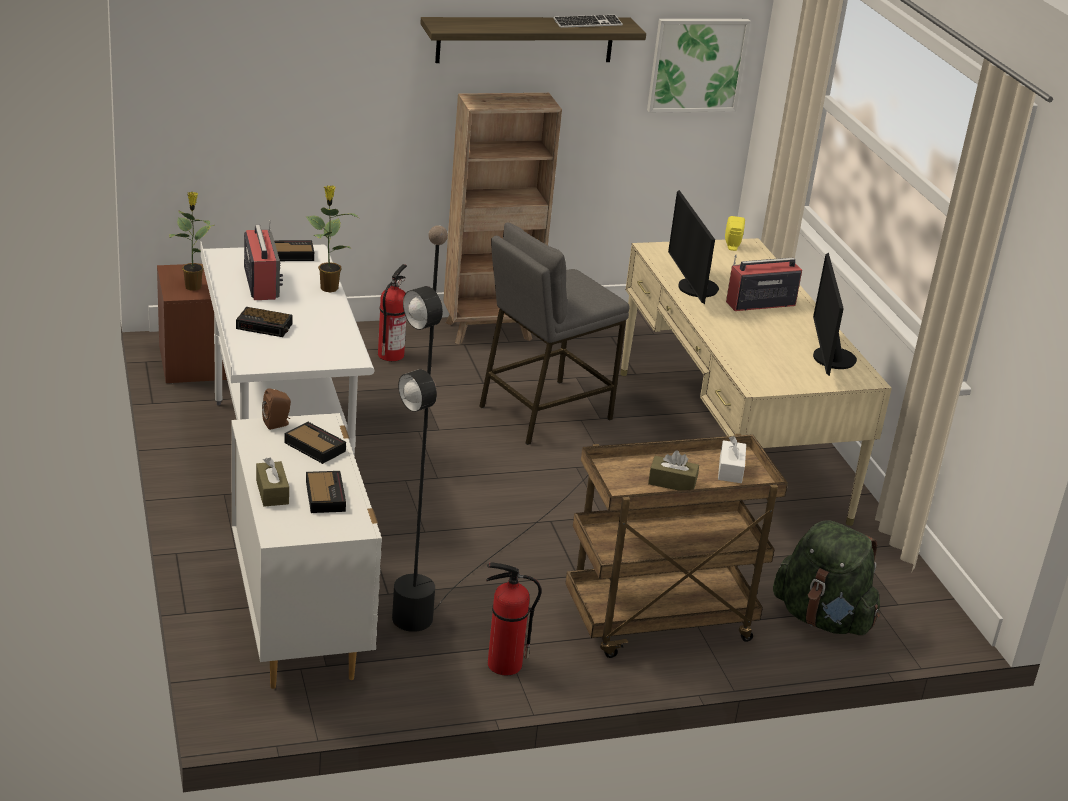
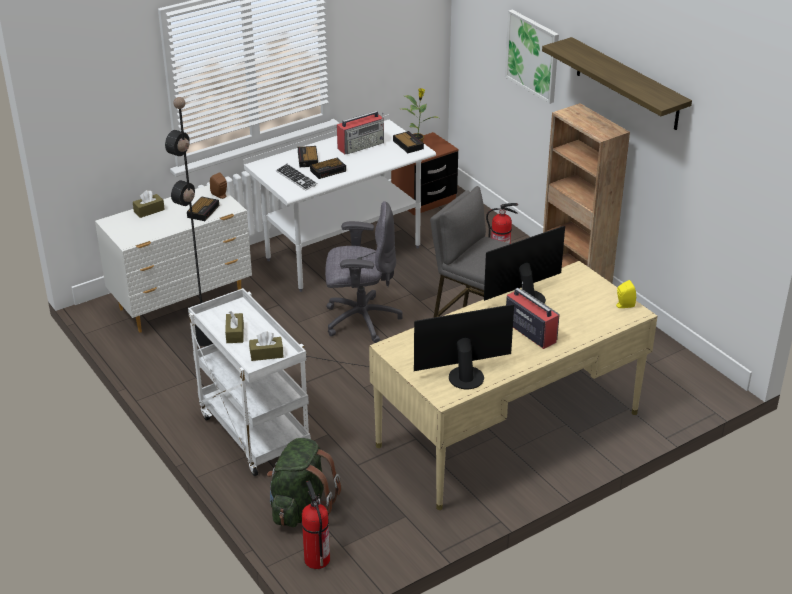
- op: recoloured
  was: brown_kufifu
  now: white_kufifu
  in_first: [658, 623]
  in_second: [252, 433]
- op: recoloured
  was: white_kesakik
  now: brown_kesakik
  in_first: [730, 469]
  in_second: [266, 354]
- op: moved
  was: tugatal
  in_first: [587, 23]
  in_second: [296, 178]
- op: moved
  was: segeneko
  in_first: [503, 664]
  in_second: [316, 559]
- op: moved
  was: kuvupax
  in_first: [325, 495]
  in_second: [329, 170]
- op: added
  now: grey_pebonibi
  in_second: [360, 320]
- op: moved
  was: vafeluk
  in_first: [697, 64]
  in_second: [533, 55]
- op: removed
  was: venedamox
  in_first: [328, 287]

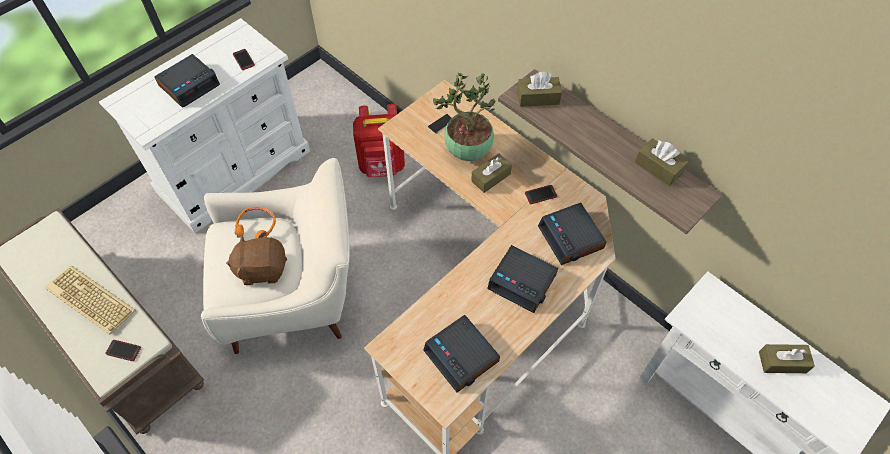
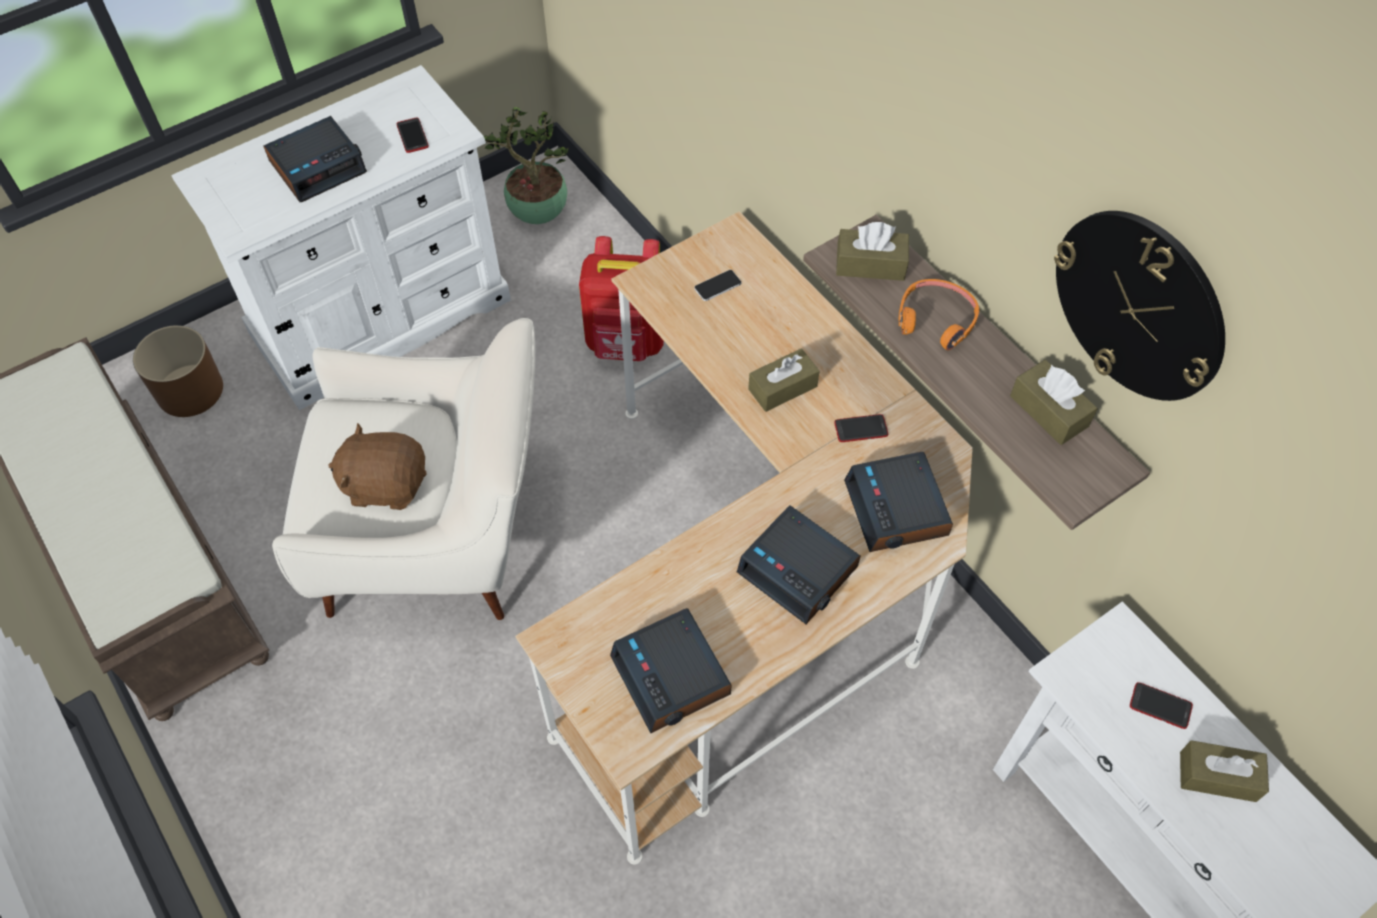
- op: added
  now: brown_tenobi
  in_second: [190, 390]
- op: moved
  was: venedamox
  in_first: [467, 152]
  in_second: [536, 214]
- op: moved
  was: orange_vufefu
  in_first: [256, 227]
  in_second: [936, 320]
- op: added
  now: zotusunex
  in_second: [1139, 305]
- op: moved
  was: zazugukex
  in_first: [123, 350]
  in_second: [1160, 706]
- op: removed
  was: tugatal
  in_first: [89, 300]

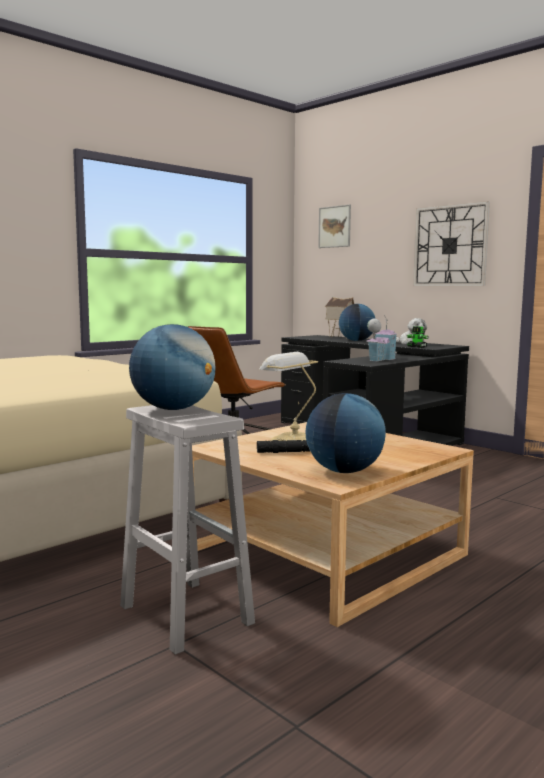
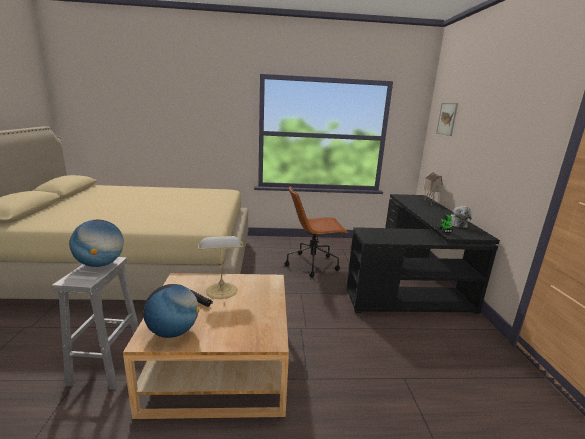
- op: removed
  was: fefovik
  in_first: [356, 341]
- op: removed
  was: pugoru
  in_first: [380, 359]
- op: removed
  was: zotusunex
  in_first: [450, 246]

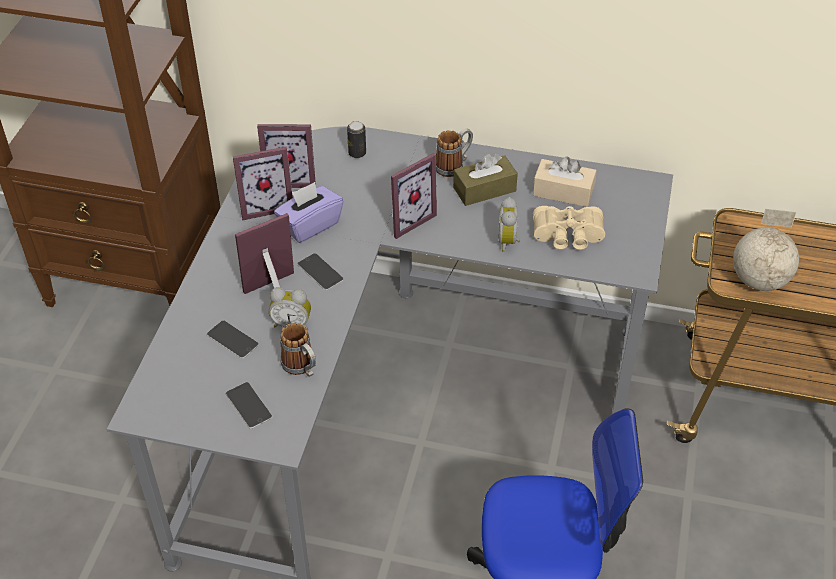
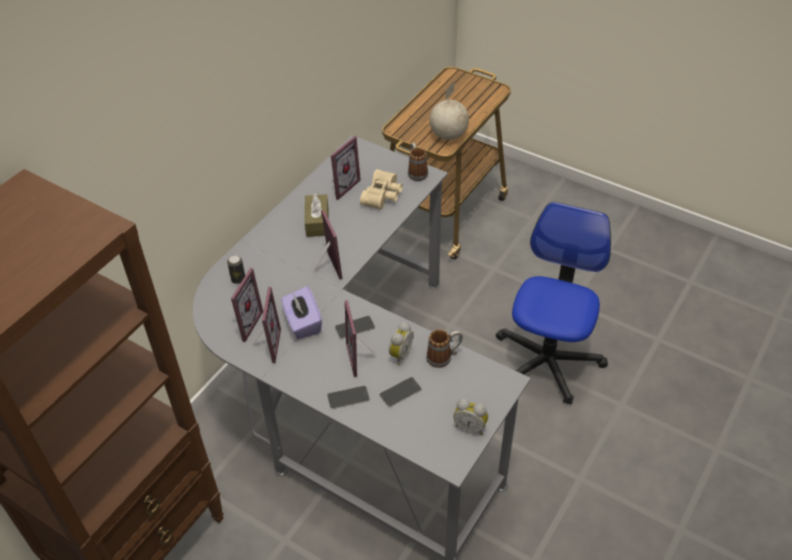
- op: moved
  was: zazugukex
  in_first: [248, 405]
  in_second: [348, 397]
- op: replaced
  was: beige_kesakik
  now: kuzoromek
  in_first: [563, 192]
  in_second: [341, 186]
- op: moved
  was: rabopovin
  in_first: [454, 166]
  in_second: [416, 172]
- op: moved
  was: kuvupax
  in_first: [509, 241]
  in_second: [470, 426]

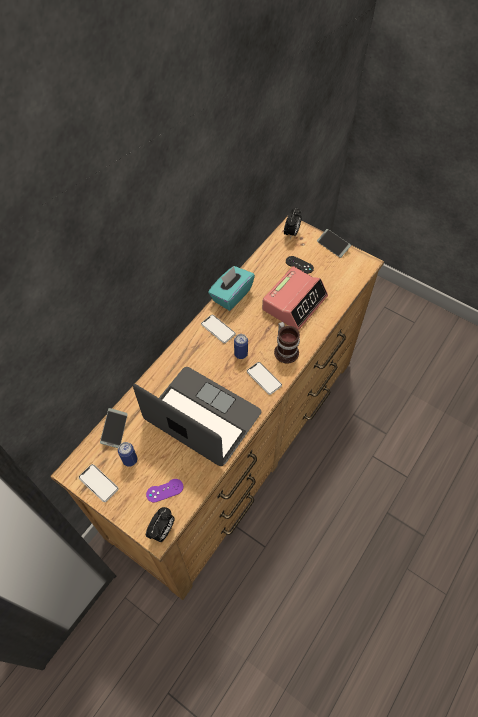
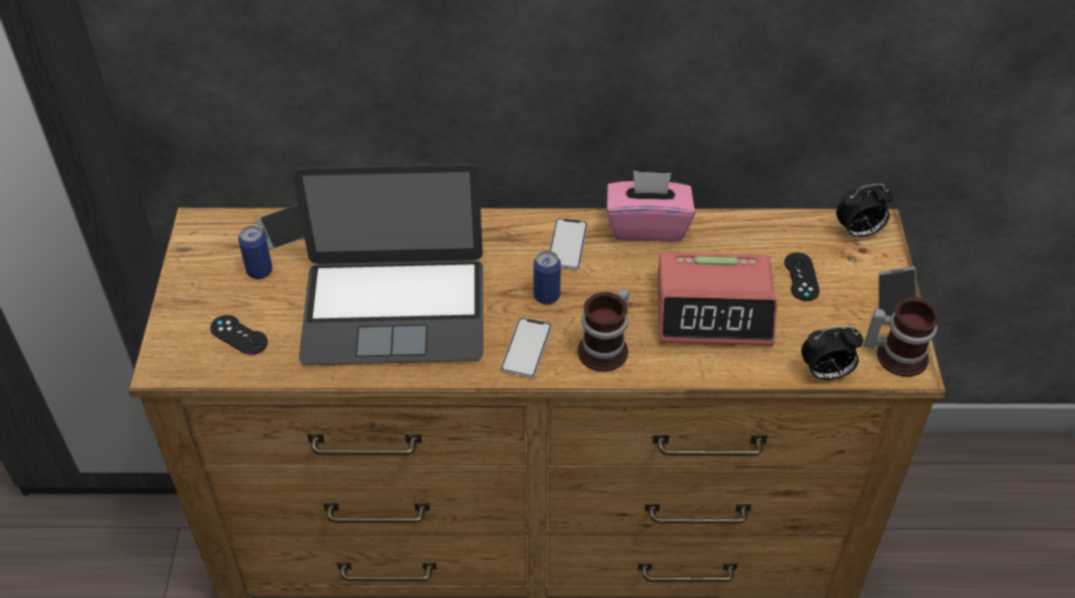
- op: recoloured
  was: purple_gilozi
  now: black_gilozi
  in_first: [164, 490]
  in_second: [239, 335]
- op: turned
  was: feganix
  in_first: [202, 416]
  in_second: [394, 310]
  clockwise: 90
- op: recoloured
  was: turquoise_kesakik
  now: pink_kesakik
  in_first: [231, 295]
  in_second: [647, 226]
- op: moved
  was: kuvupax
  in_first: [162, 530]
  in_second: [825, 373]
- op: added
  now: rabopovin
  in_second: [896, 354]
- op: removed
  was: zazugukex
  in_first: [98, 483]

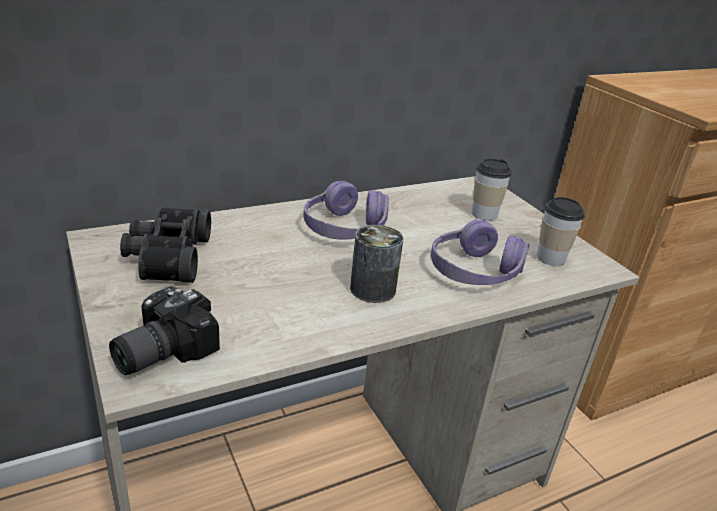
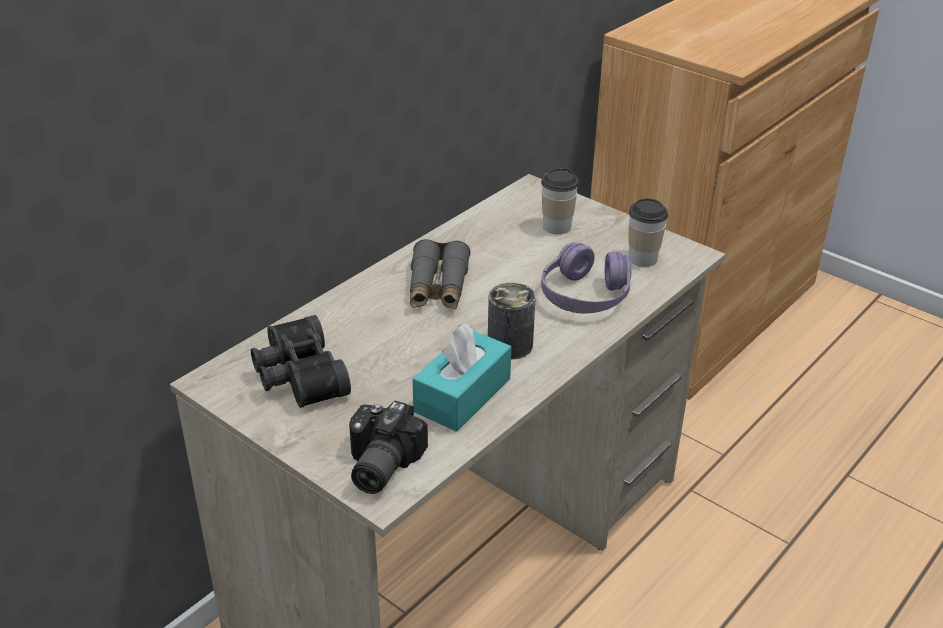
- op: replaced
  was: purple_vufefu
  now: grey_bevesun
  in_first: [344, 228]
  in_second: [438, 287]
- op: added
  now: turquoise_kesakik
  in_second: [462, 395]

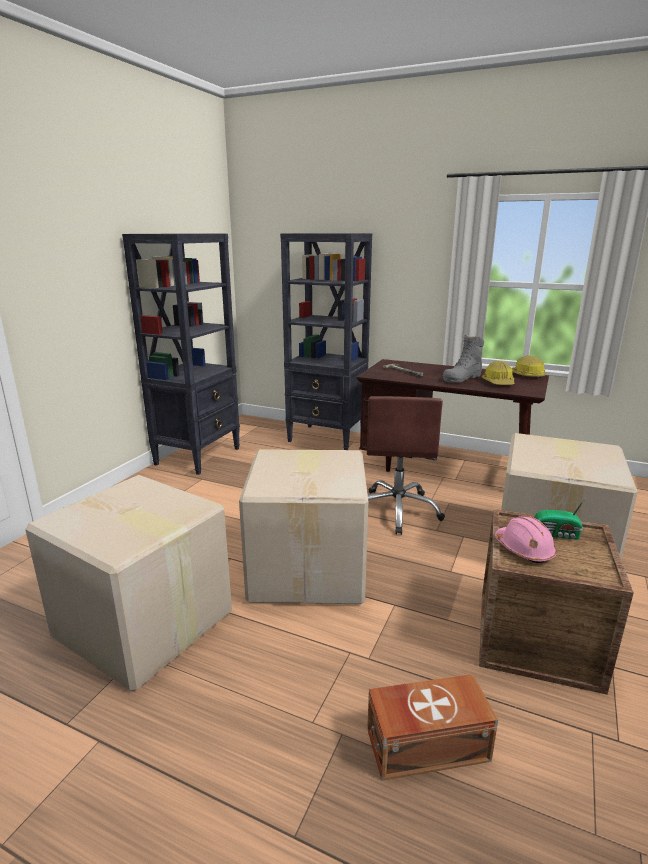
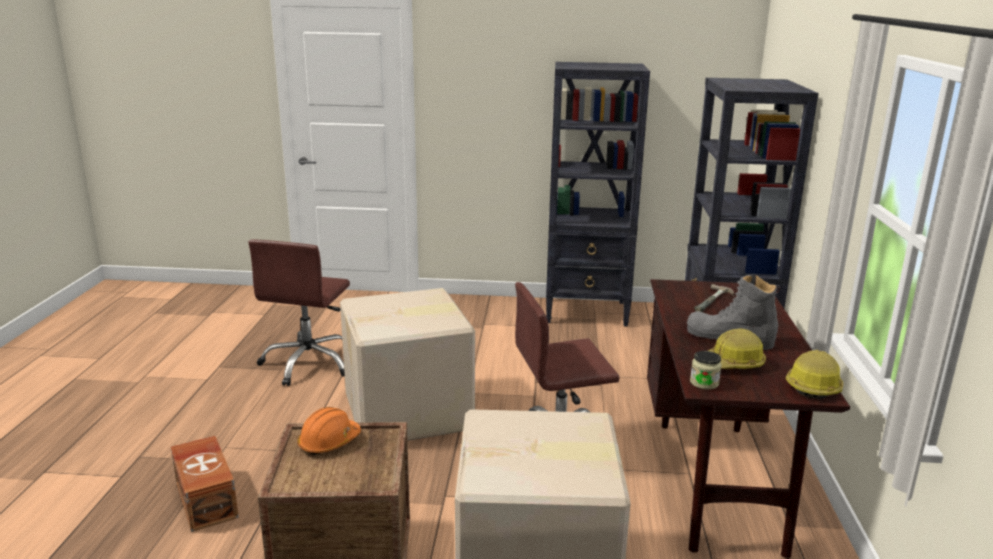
- op: replaced
  was: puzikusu
  now: brown_pebonibi
  in_first: [144, 626]
  in_second: [309, 363]
- op: recoloured
  was: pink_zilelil
  now: orange_zilelil
  in_first: [524, 549]
  in_second: [329, 442]
- op: added
  now: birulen
  in_second: [704, 383]
- op: removed
  was: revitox
  in_first: [557, 534]

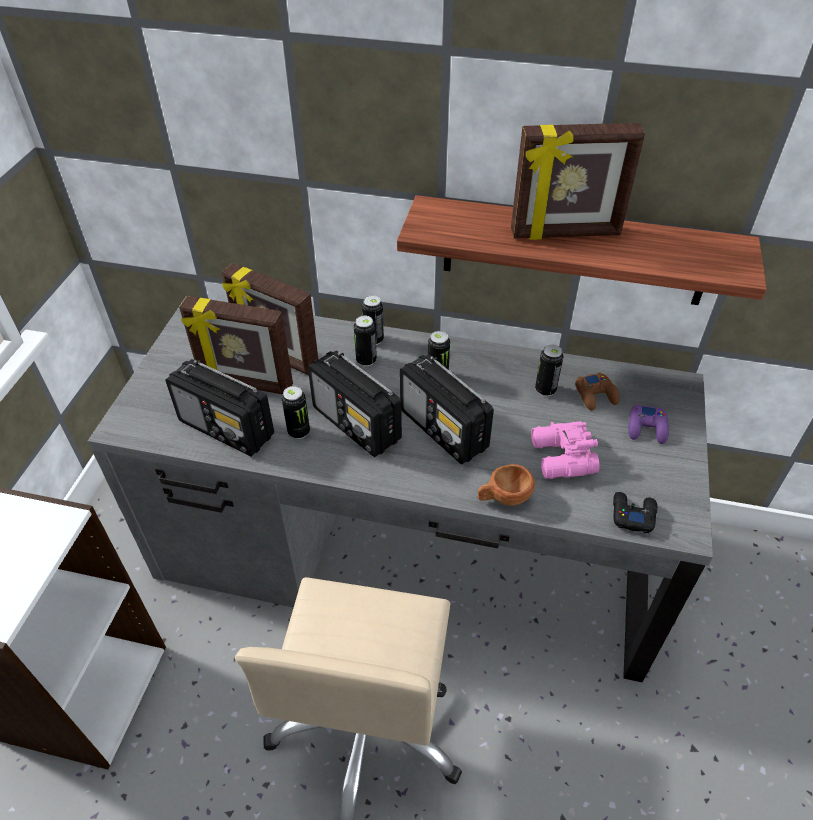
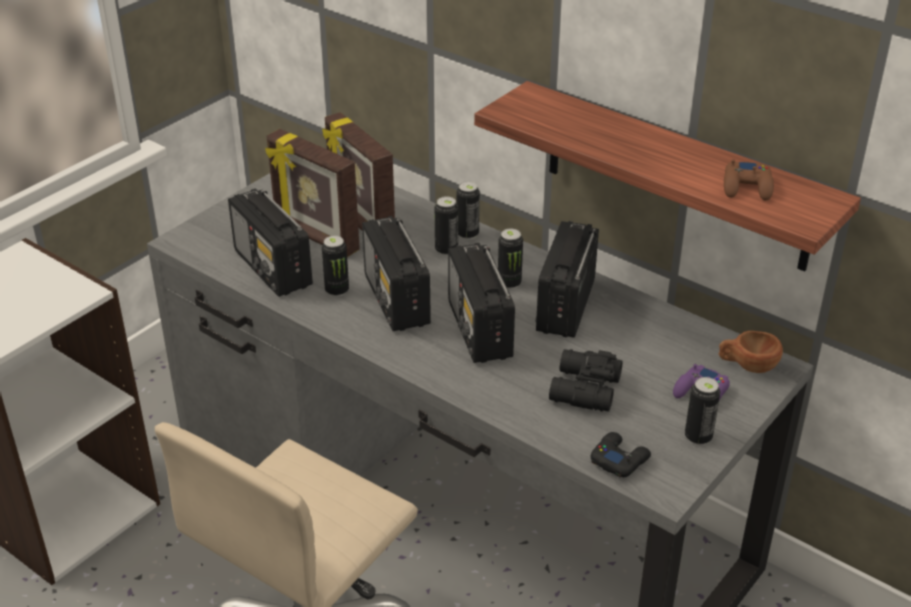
- op: added
  now: revitox
  in_second: [565, 306]
- op: recoloured
  was: pink_bevesun
  now: black_bevesun
  in_first: [561, 458]
  in_second: [583, 390]
- op: moved
  was: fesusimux
  in_first: [545, 390]
  in_second: [698, 437]
- op: moved
  was: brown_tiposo
  in_first: [503, 498]
  in_second: [747, 366]
- op: moved
  was: brown_gilozi
  in_first: [596, 395]
  in_second: [747, 187]
- op: removed
  was: kuzoromek
  in_first: [565, 234]

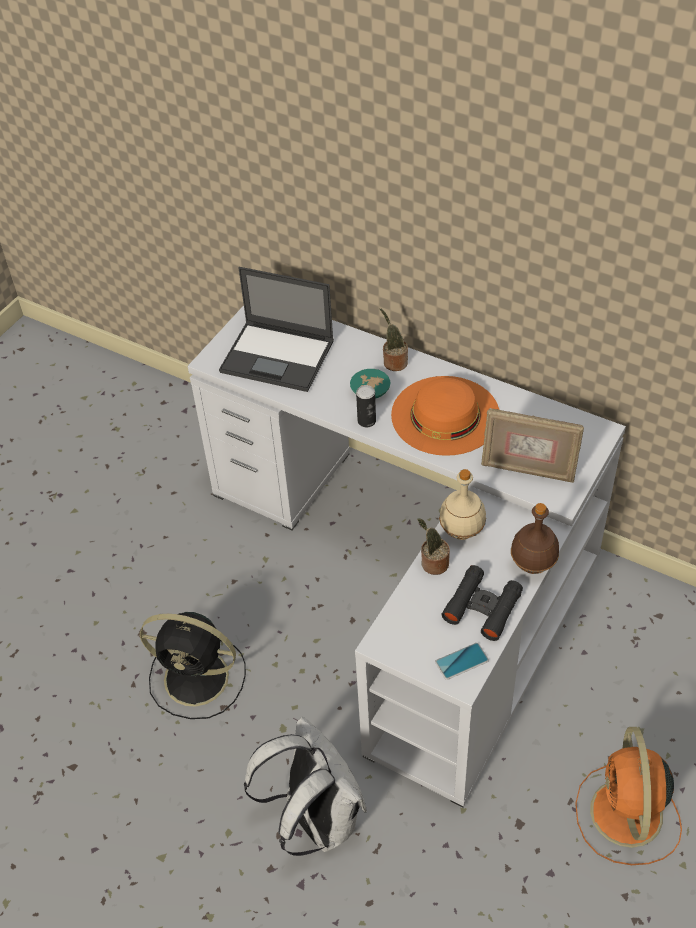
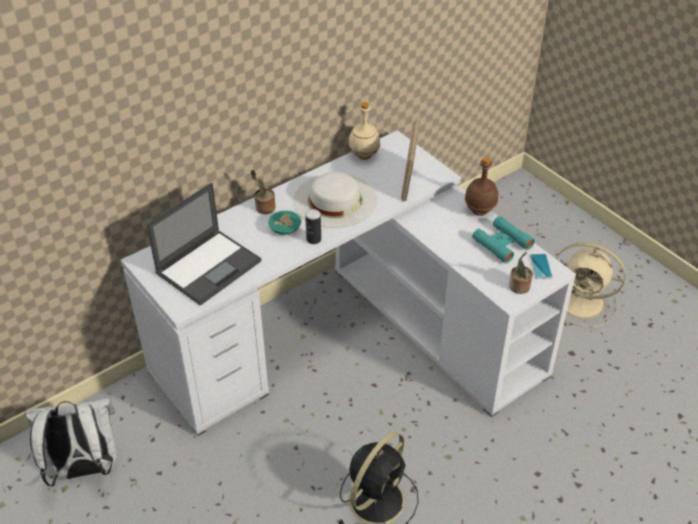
- op: moved
  was: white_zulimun
  in_first: [315, 819]
  in_second: [84, 469]
- op: recoloured
  was: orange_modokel
  now: white_modokel
  in_first: [445, 415]
  in_second: [335, 200]
- op: moved
  was: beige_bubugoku
  in_first: [461, 532]
  in_second: [364, 156]
- op: turned
  was: kuzoromek
  in_first: [528, 470]
  in_second: [409, 181]
  clockwise: 150
- op: recoloured
  was: black_bevesun
  now: turquoise_bevesun
  in_first: [482, 607]
  in_second: [502, 243]
- op: moved
  was: venedamox
  in_first: [432, 563]
  in_second: [519, 287]
- op: recoloured
  was: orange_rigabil
  now: beige_rigabil
  in_first: [626, 816]
  in_second: [583, 302]

